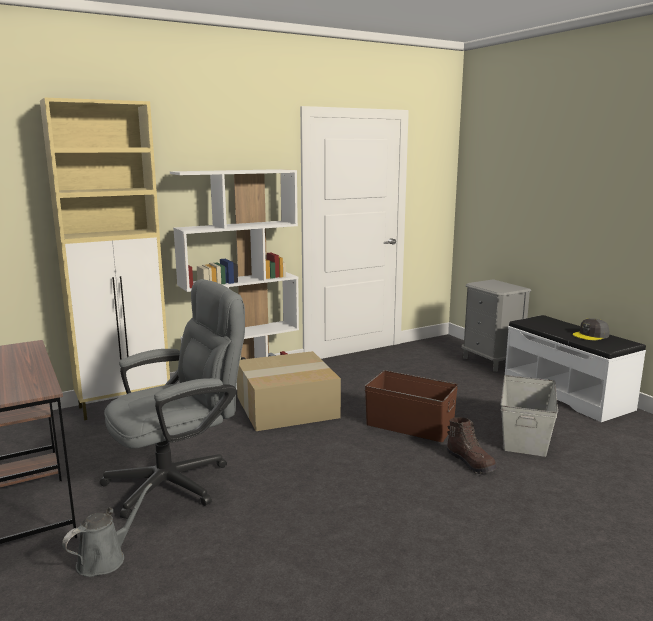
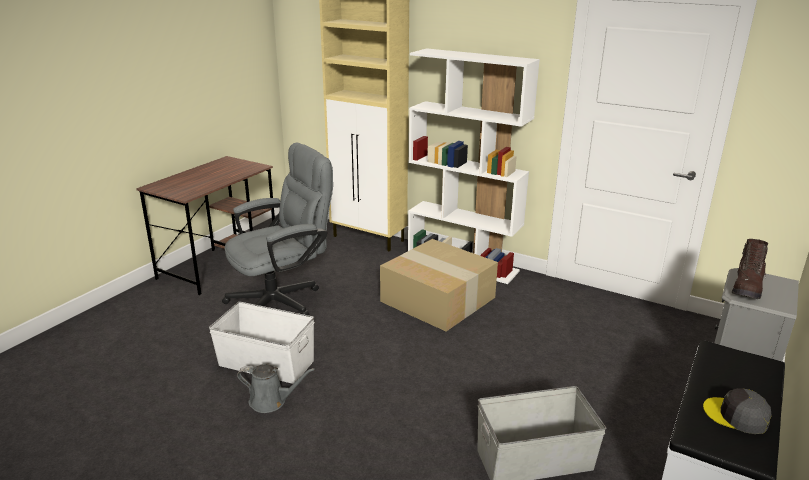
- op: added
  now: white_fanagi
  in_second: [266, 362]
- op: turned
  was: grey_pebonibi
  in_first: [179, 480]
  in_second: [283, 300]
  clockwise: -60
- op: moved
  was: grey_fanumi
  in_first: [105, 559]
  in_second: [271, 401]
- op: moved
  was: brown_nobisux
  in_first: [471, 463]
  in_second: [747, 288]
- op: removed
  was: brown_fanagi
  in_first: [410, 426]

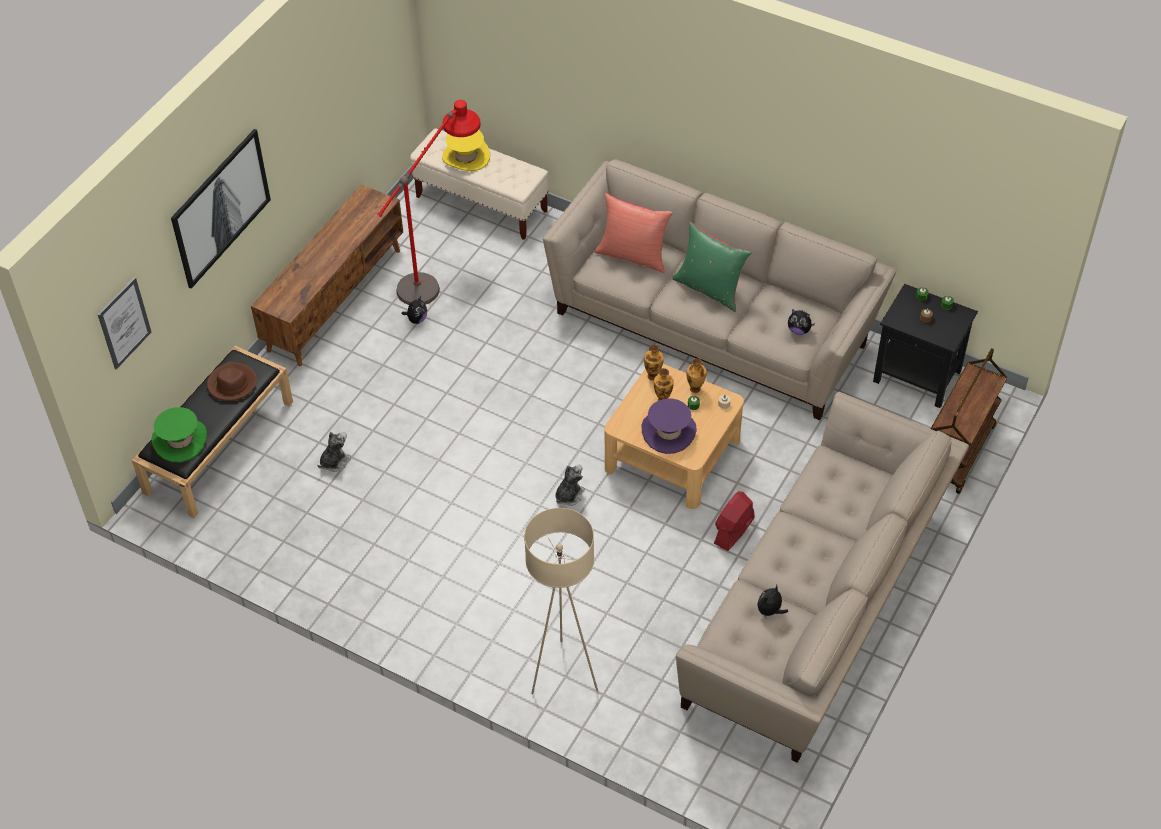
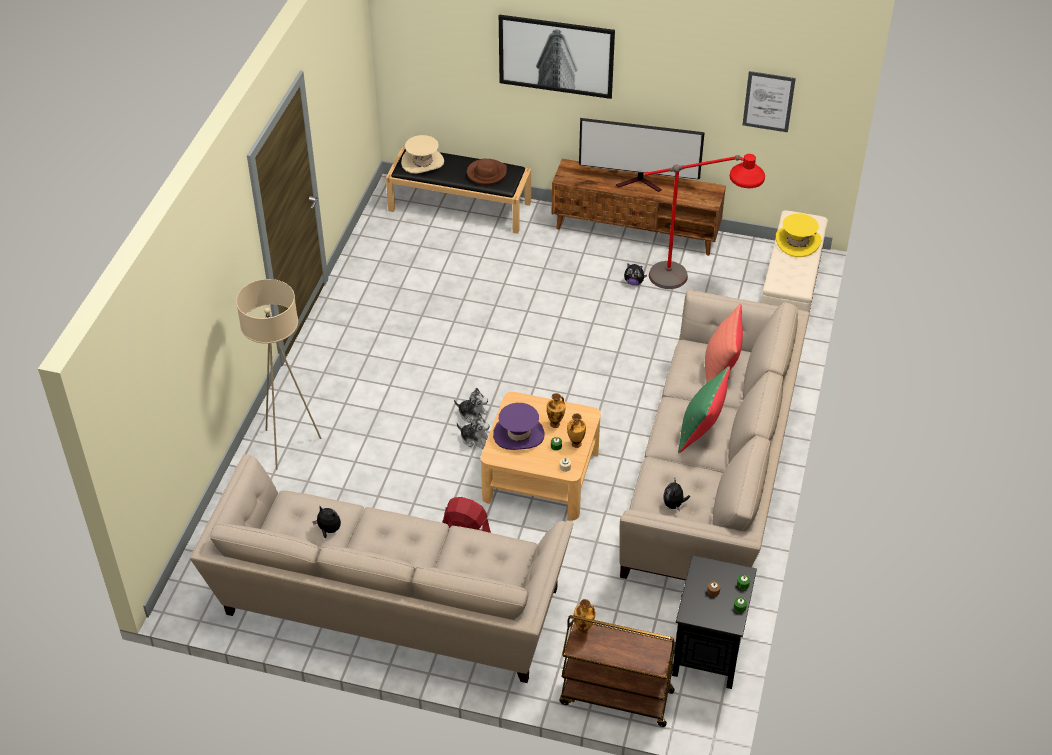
- op: recoloured
  was: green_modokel
  now: beige_modokel
  in_first: [180, 441]
  in_second: [422, 162]
- op: moved
  was: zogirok
  in_first: [334, 461]
  in_second: [475, 439]
- op: moved
  was: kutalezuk
  in_first: [653, 376]
  in_second: [583, 630]
- op: added
  now: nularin
  in_second: [640, 183]
- op: moved
  was: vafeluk
  in_first: [124, 323]
  in_second: [768, 101]

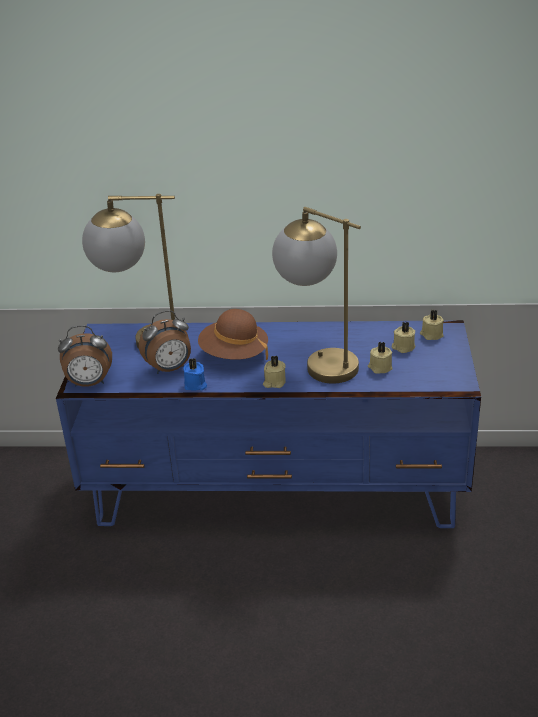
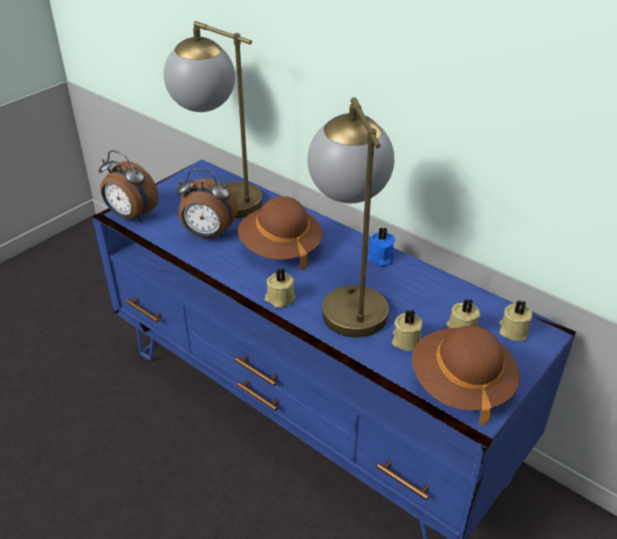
- op: moved
  was: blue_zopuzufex
  in_first: [195, 385]
  in_second: [380, 258]
- op: added
  now: brown_modokel
  in_second: [461, 385]

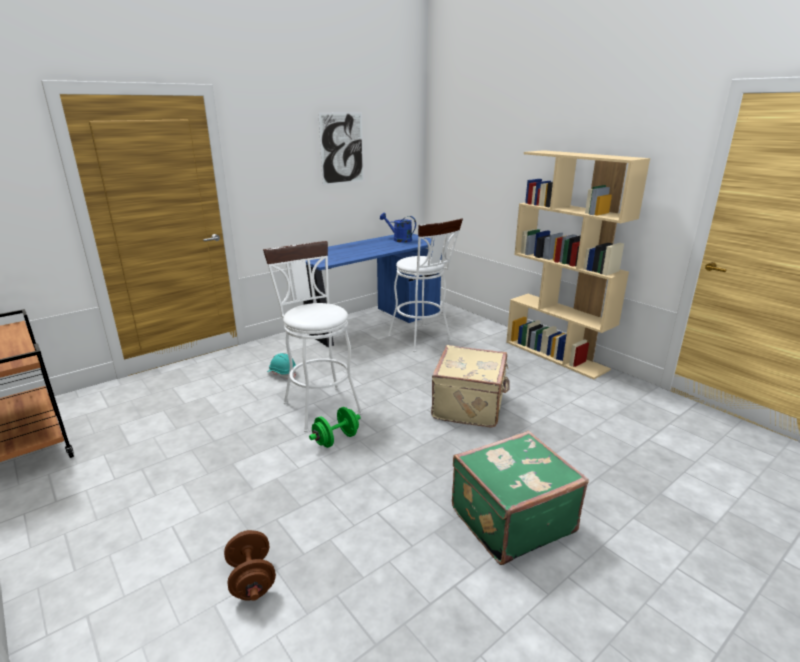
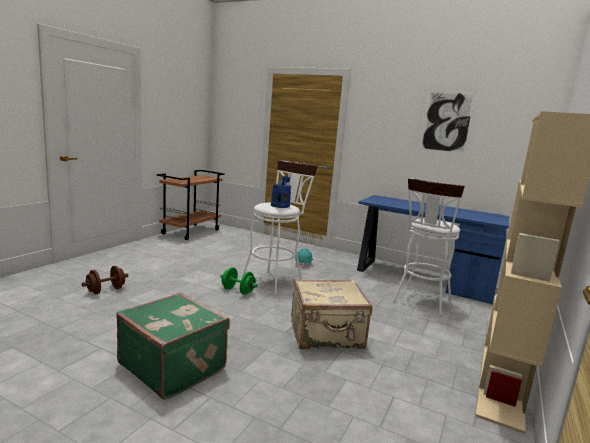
- op: moved
  was: blue_fanumi
  in_first: [399, 239]
  in_second: [280, 204]

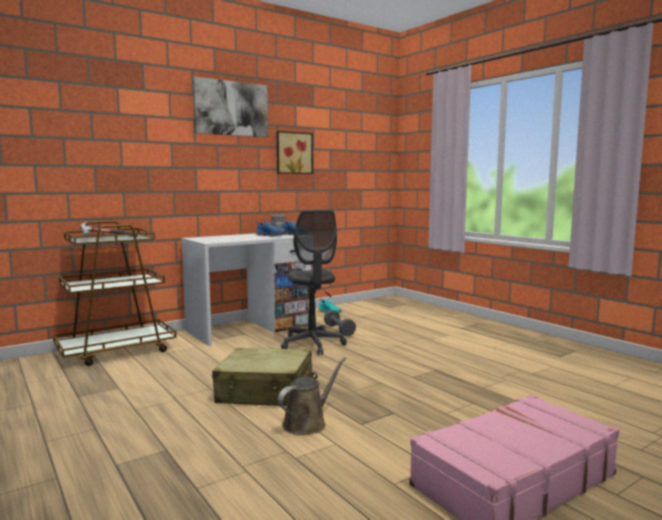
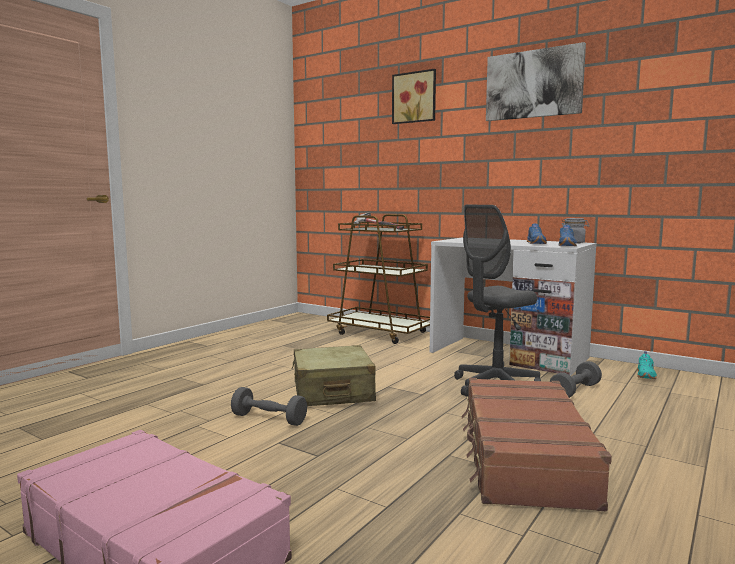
- op: replaced
  was: brown_fanumi
  now: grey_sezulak
  in_first: [307, 423]
  in_second: [269, 419]
- op: moved
  was: vafeluk
  in_first: [293, 153]
  in_second: [415, 97]
- op: added
  now: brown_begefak
  in_second: [523, 458]

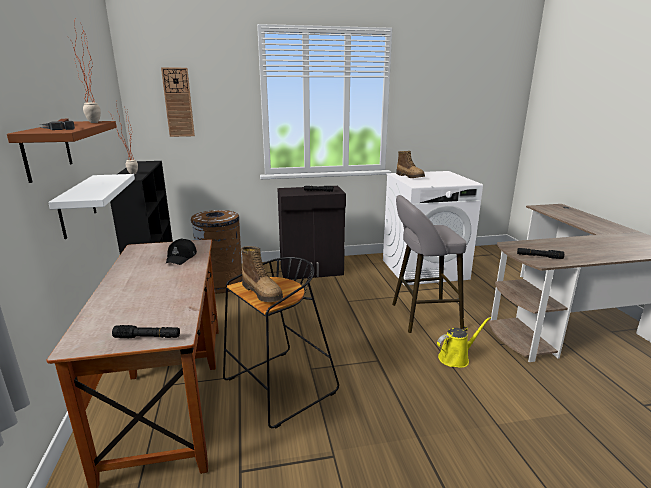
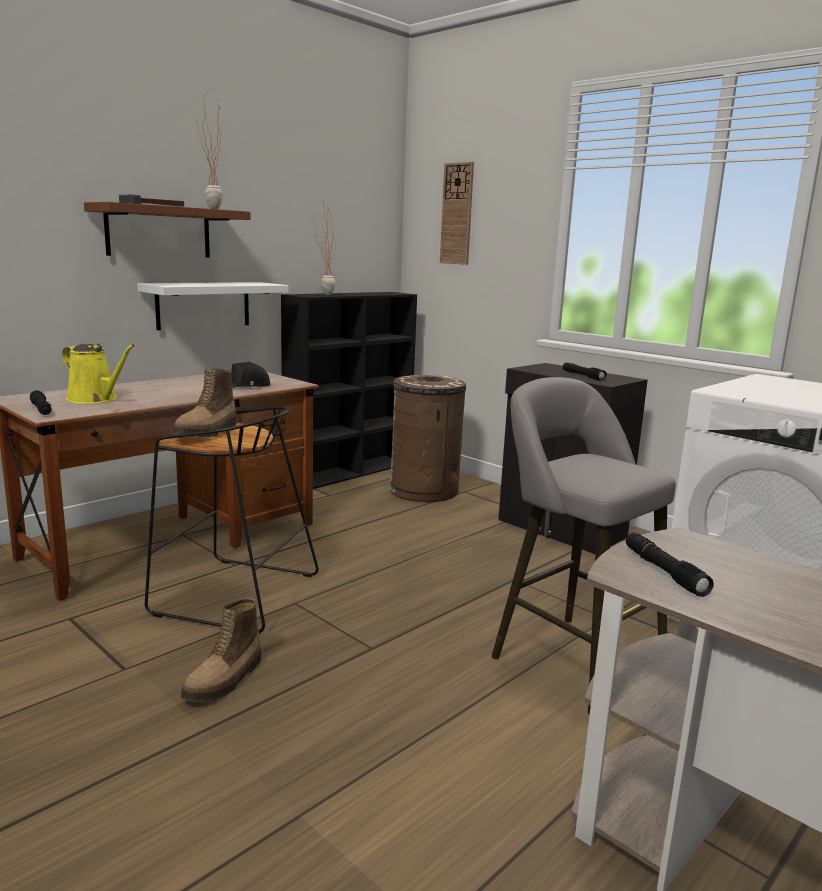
- op: moved
  was: yellow_fanumi
  in_first: [456, 358]
  in_second: [95, 399]
- op: moved
  was: nobisux
  in_first: [410, 176]
  in_second: [225, 680]

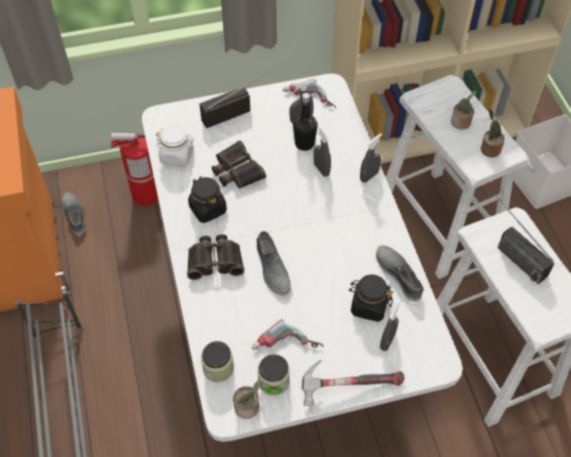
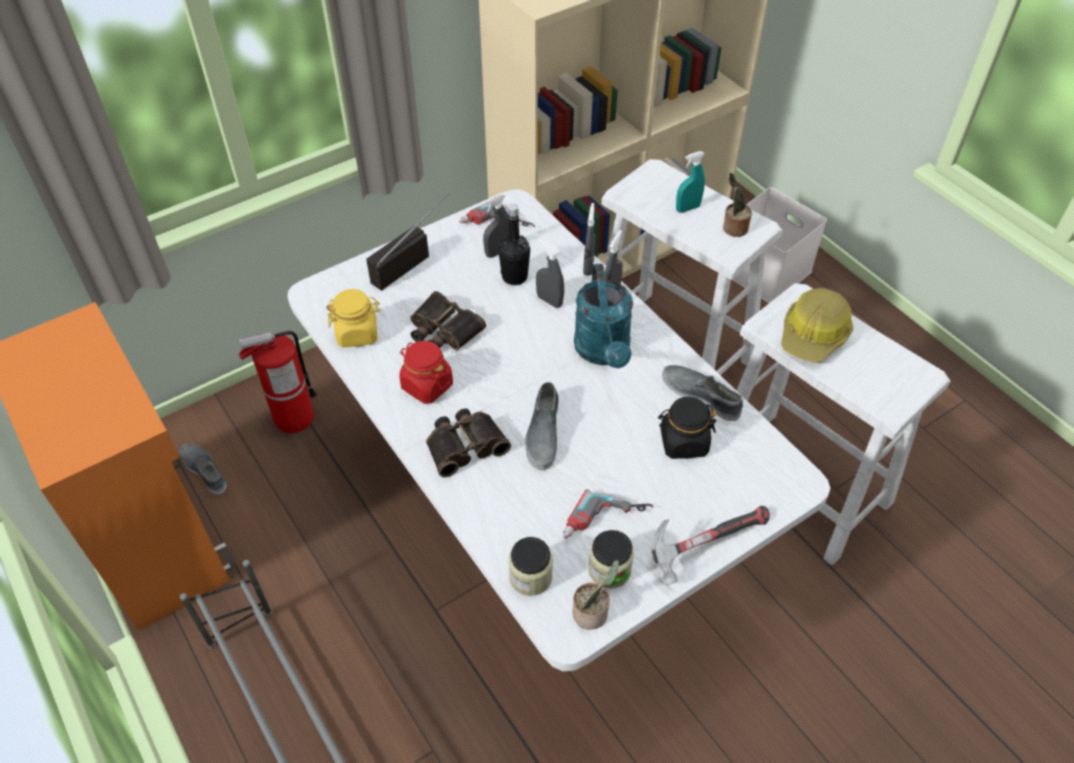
- op: recoloured
  was: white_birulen
  now: yellow_birulen
  in_first: [177, 156]
  in_second: [357, 333]
- op: recoloured
  was: black_birulen
  now: red_birulen
  in_first: [207, 209]
  in_second: [426, 386]
- op: turned
  was: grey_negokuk
  in_first: [272, 268]
  in_second: [543, 433]
  clockwise: 45
- op: added
  now: turquoise_fanumi
  in_second: [604, 352]
- op: moved
  was: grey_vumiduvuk
  in_first: [387, 341]
  in_second: [588, 267]
- op: replaced
  was: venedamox
  now: turquoise_vumiduvuk
  in_first: [461, 123]
  in_second: [687, 208]
- op: replaced
  was: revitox
  now: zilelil
  in_first: [509, 253]
  in_second: [813, 335]

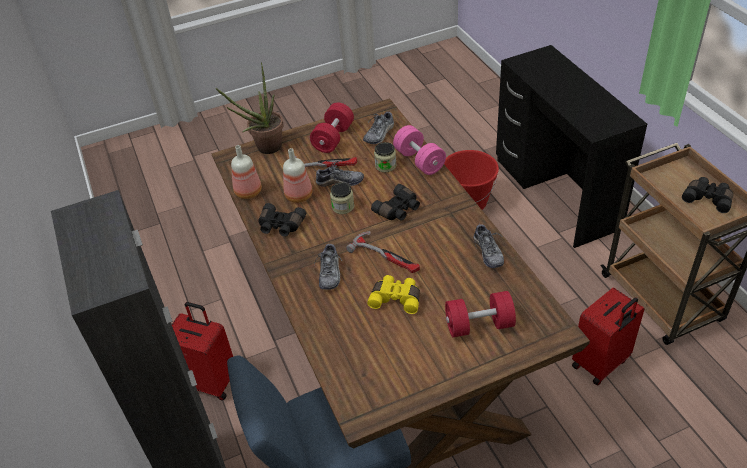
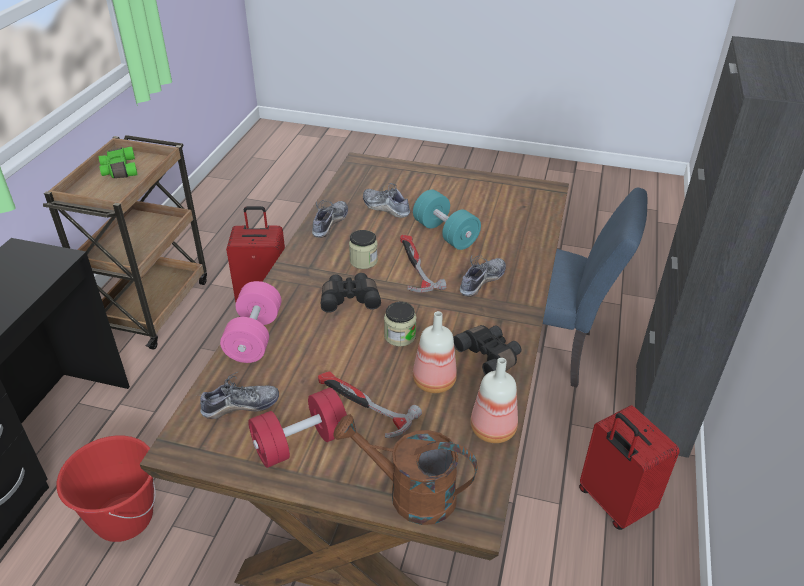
- op: recoloured
  was: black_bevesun
  now: green_bevesun
  in_first: [708, 199]
  in_second: [119, 170]
- op: replaced
  was: venedamox
  now: brown_fanumi
  in_first: [265, 149]
  in_second: [410, 494]
- op: moved
  was: birulen
  in_first: [385, 166]
  in_second: [363, 261]
- op: moved
  was: negokuk
  in_first: [340, 181]
  in_second: [386, 208]
- op: replaced
  was: yellow_bevesun
  now: turquoise_sezulak
  in_first: [396, 298]
  in_second: [445, 234]
- op: removed
  was: red_sezulak
  in_first: [479, 325]

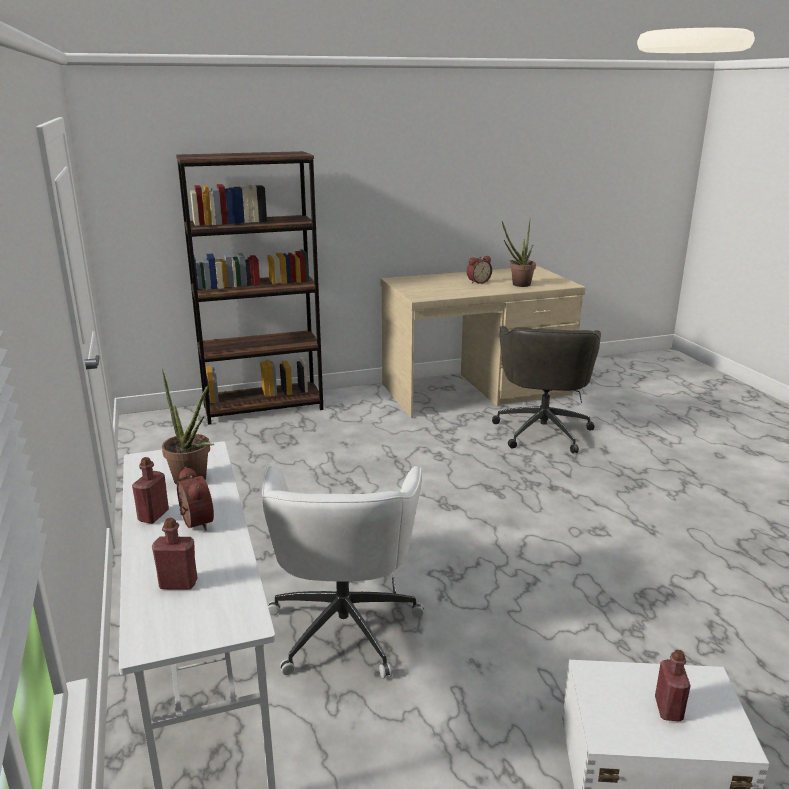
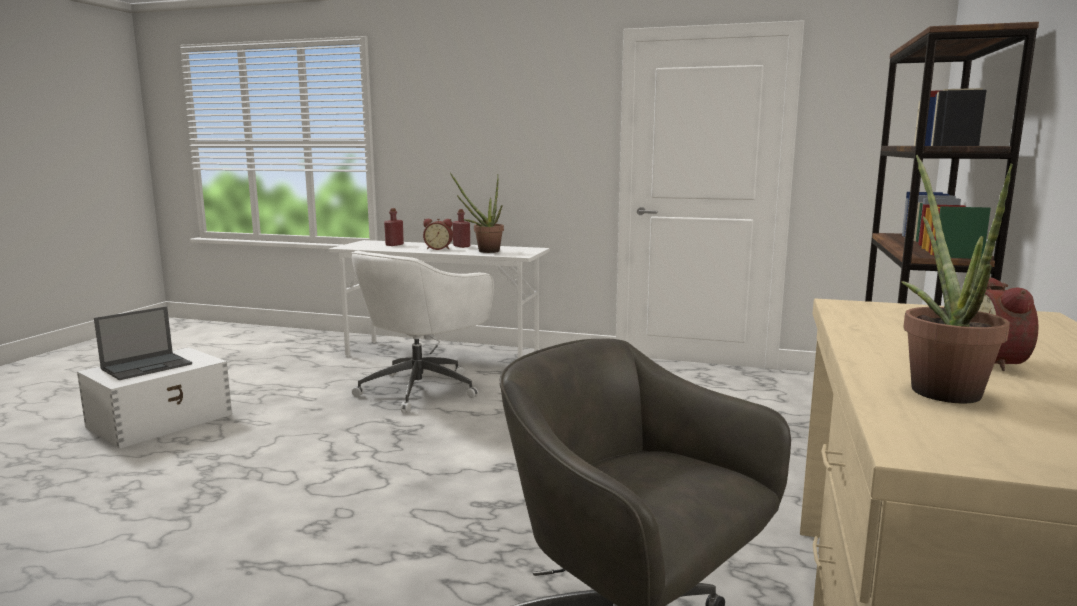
- op: replaced
  was: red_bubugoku
  now: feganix
  in_first: [668, 709]
  in_second: [148, 366]
- op: turned
  was: white_pebonibi
  in_first: [344, 624]
  in_second: [422, 389]
  clockwise: -90

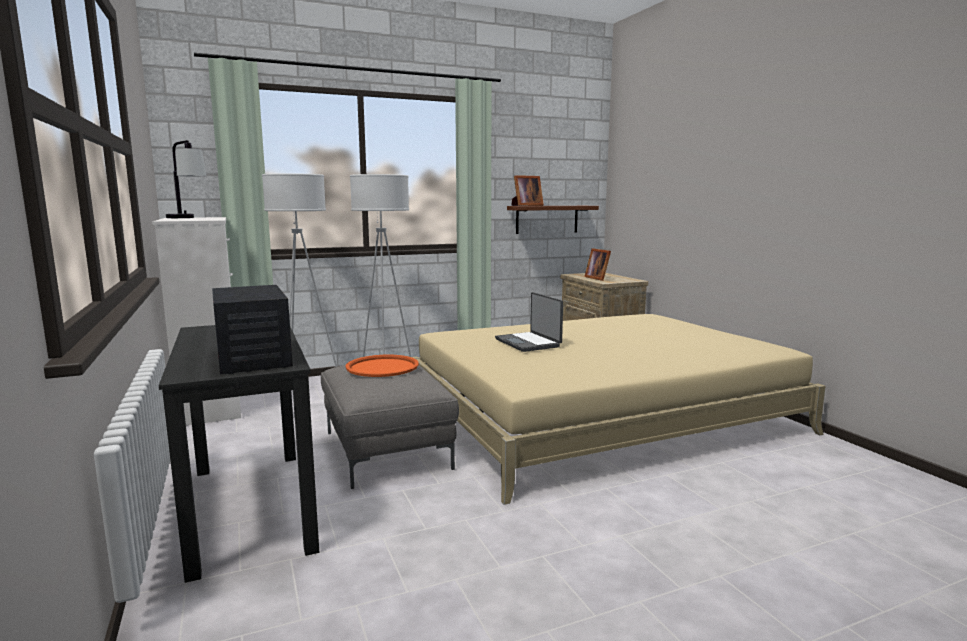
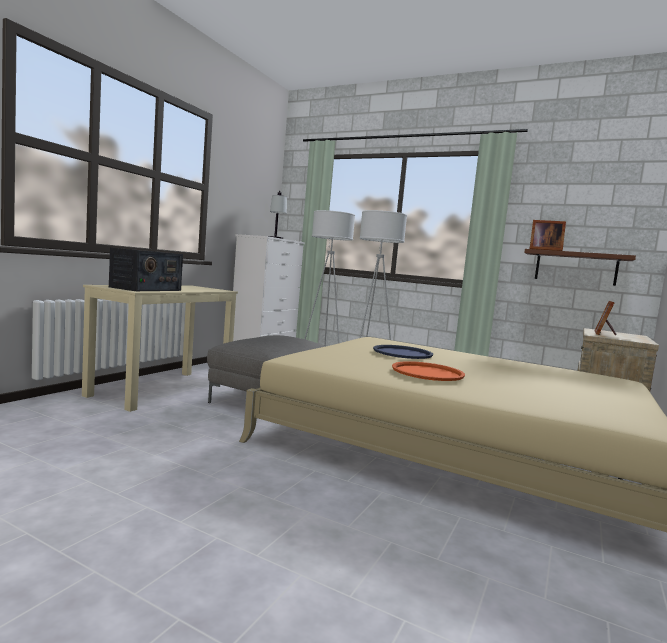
- op: recoloured
  was: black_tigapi
  now: beige_tigapi
  in_first: [250, 506]
  in_second: [163, 389]
- op: replaced
  was: feganix
  now: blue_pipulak
  in_first: [528, 343]
  in_second: [402, 353]
- op: moved
  was: orange_pipulak
  in_first: [382, 367]
  in_second: [427, 372]

